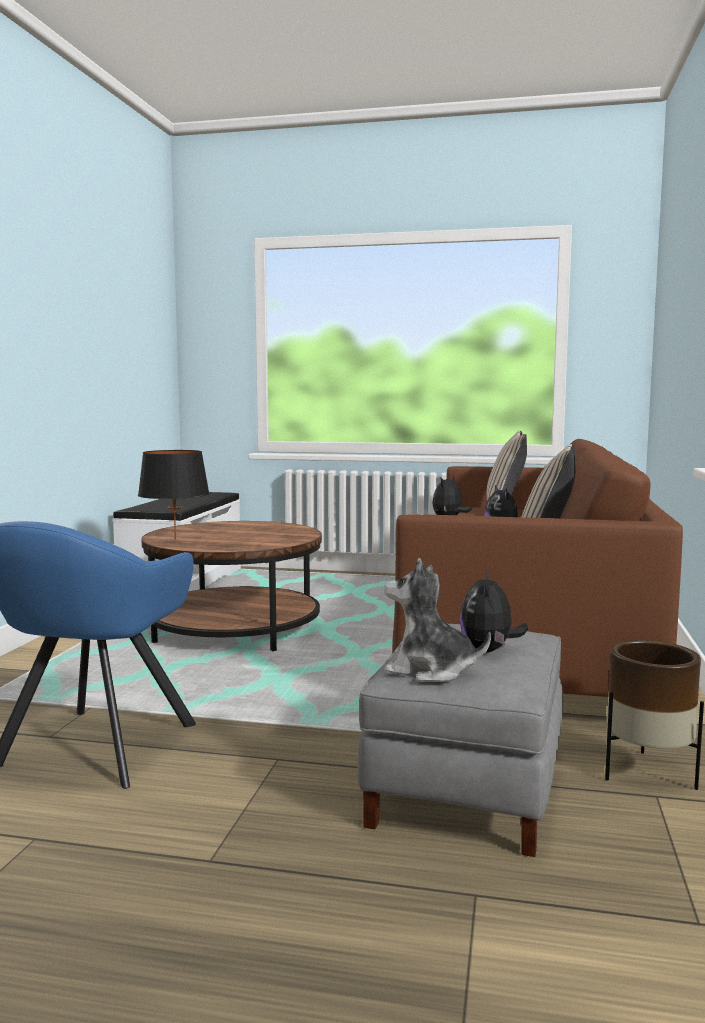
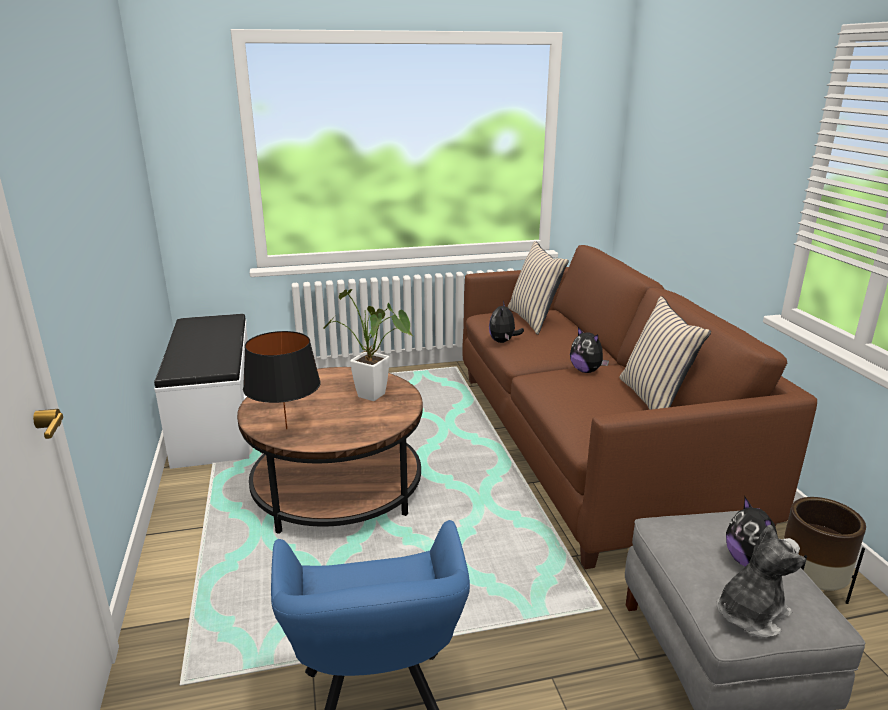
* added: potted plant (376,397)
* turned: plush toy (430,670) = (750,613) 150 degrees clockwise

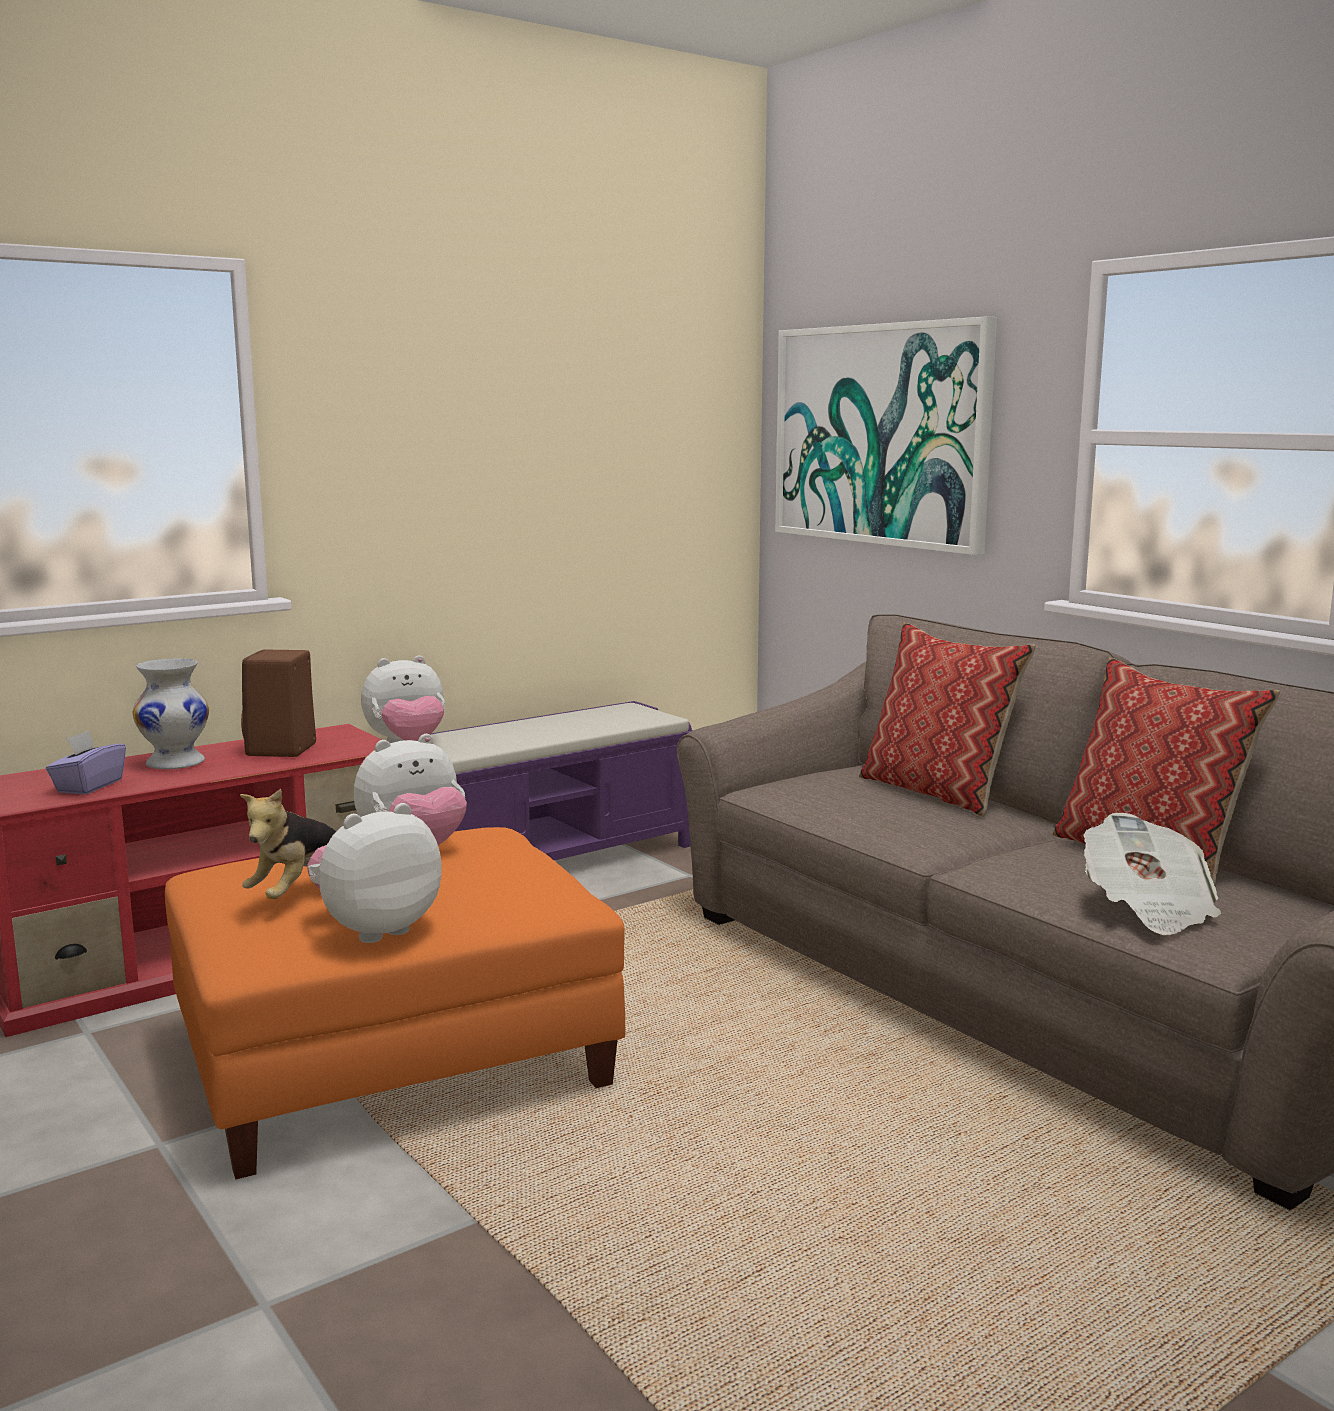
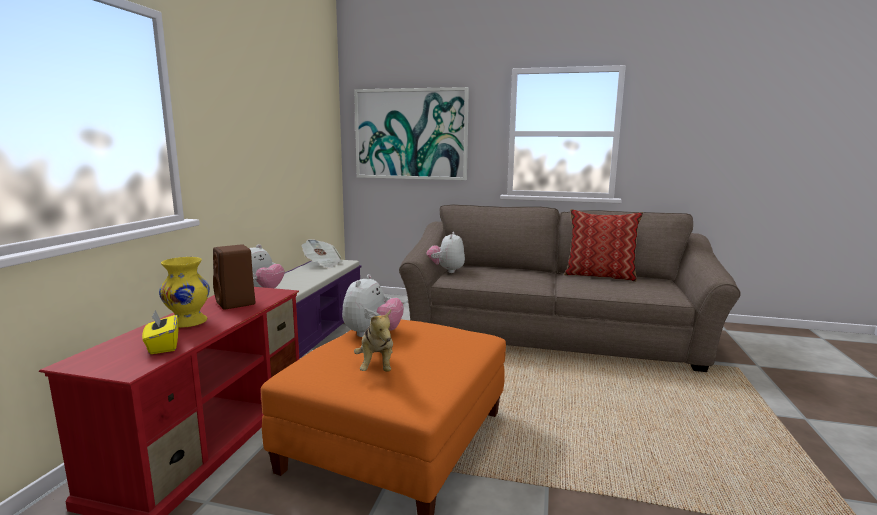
* removed: pillow (938,792)
* moved: plush toy (375,929) to (446,271)
* moved: newspaper (1147,908) to (322,264)
* recoloured: purple tissue box (89,786) to yellow tissue box (163,346)
* recoloured: white vase (174,763) to yellow vase (187,322)

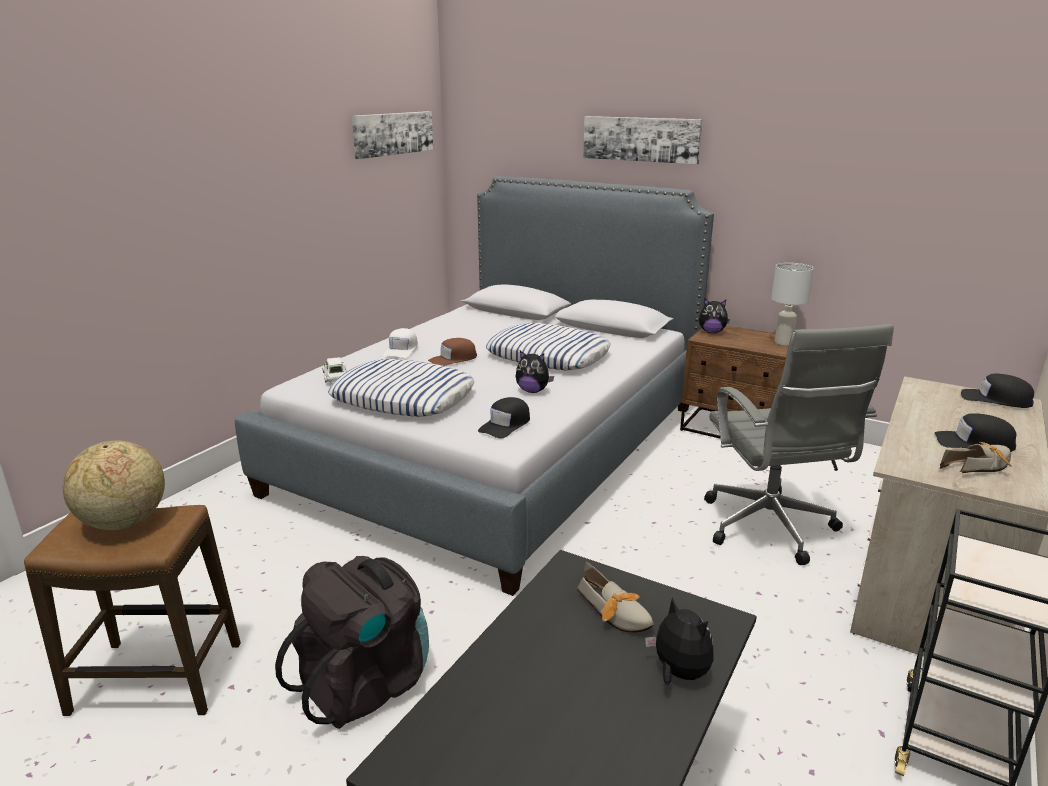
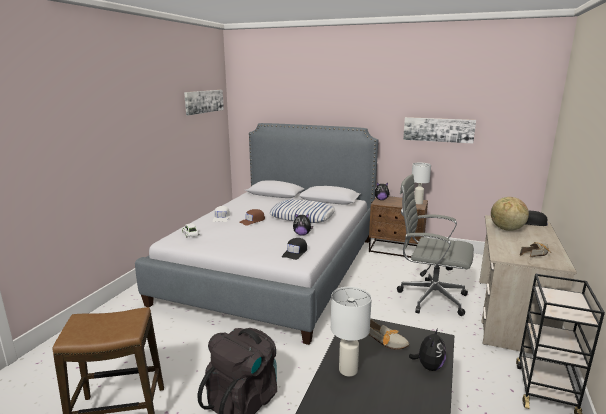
* removed: pillow (403,398)
* removed: black cap (973,443)
* added: white table lamp (348,370)
* moved: globe (123,522) to (506,229)
* moved: picture (641,139) to (438,129)
* turned: plush toy (678,673) = (428,366) 75 degrees clockwise
* turned: grey office chair (770,529) = (429,298) 135 degrees clockwise

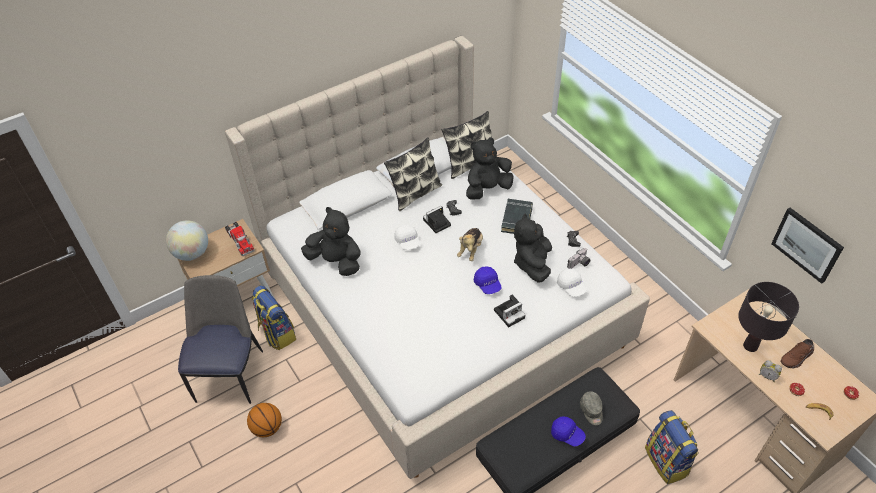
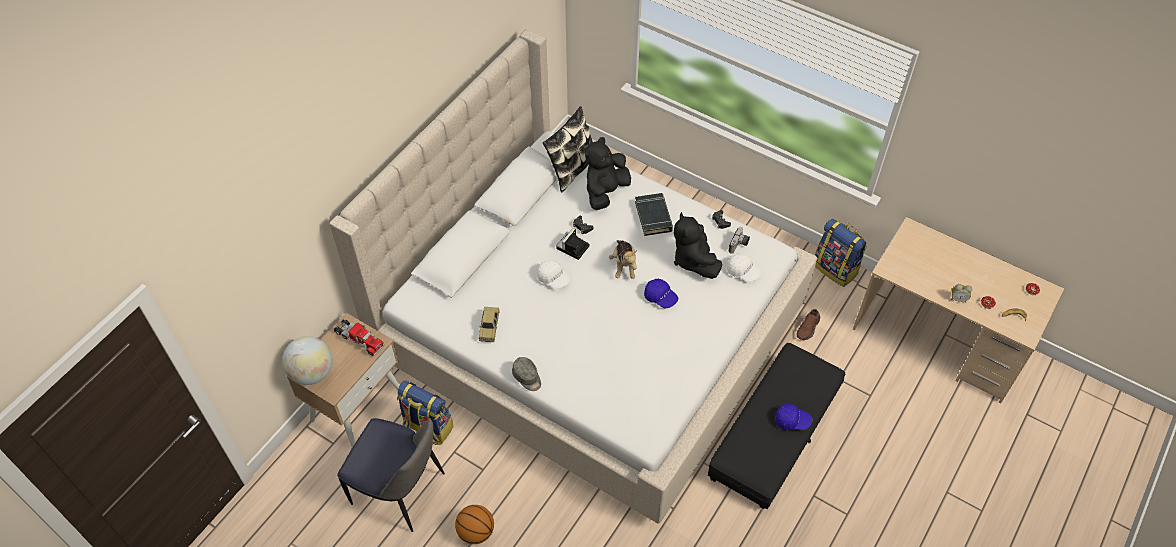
* removed: pillow (415,193)
* removed: photo camera (510,313)
* removed: black table lamp (750,346)
* removed: picture (807,244)
* moved: grey cap (591,411) to (527,377)
* moved: backpack (667,461) to (836,269)
* moved: brown shoe (796,358) to (808,328)
* replaced: black plush toy (336,261) to toy car (489,326)
* turned: chair (230,374) = (400,491) 135 degrees clockwise

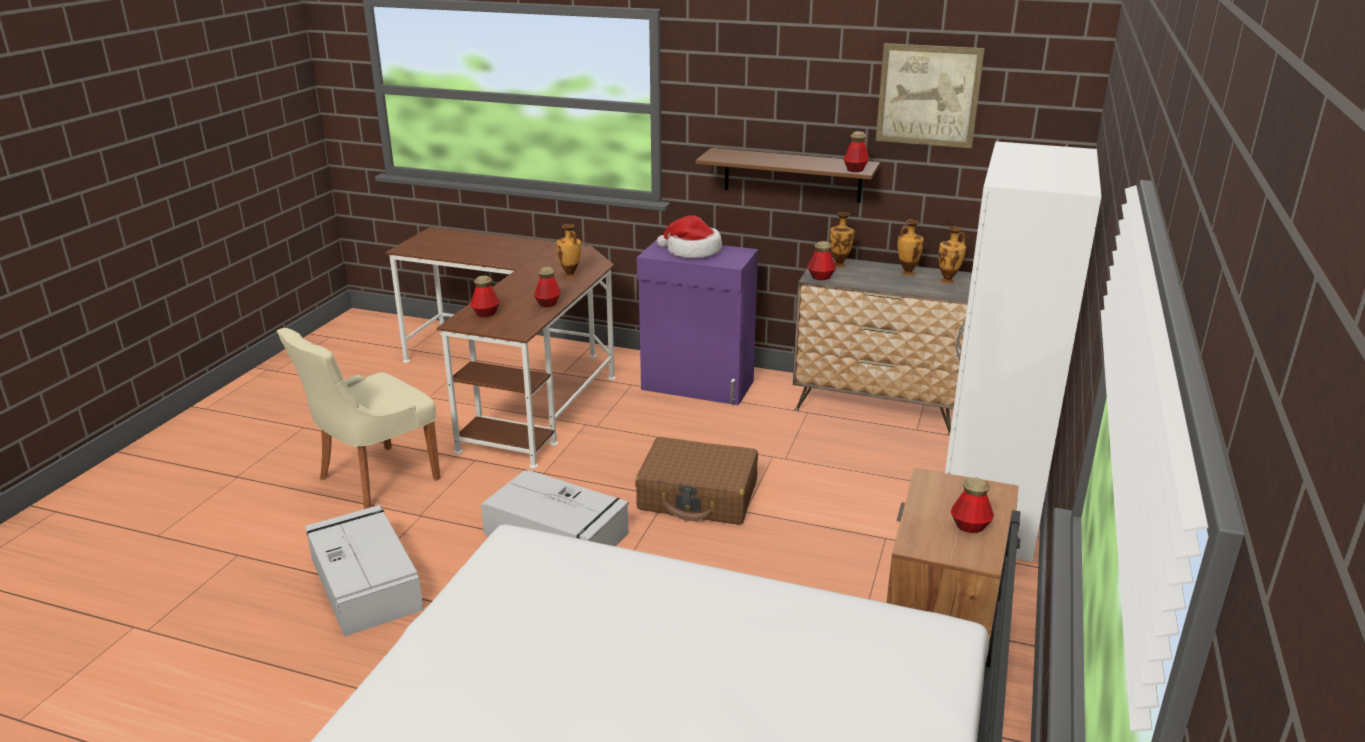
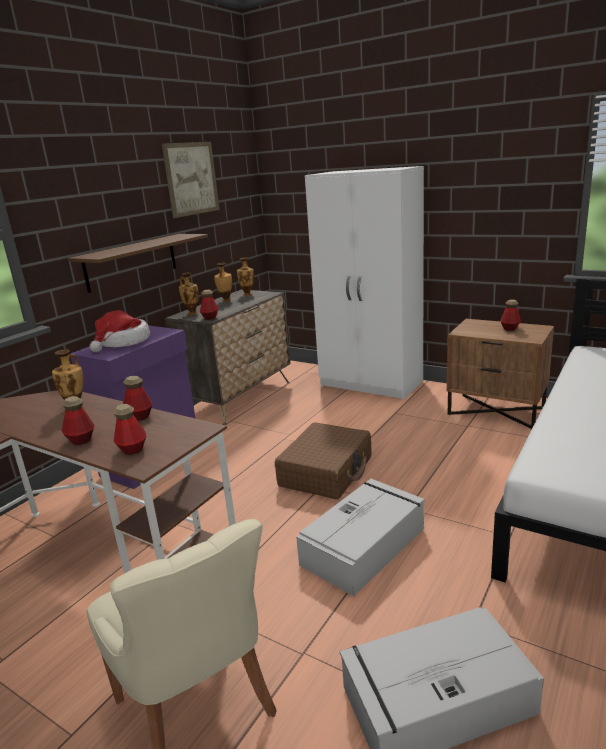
* moved: bottle (855,170) to (81,440)

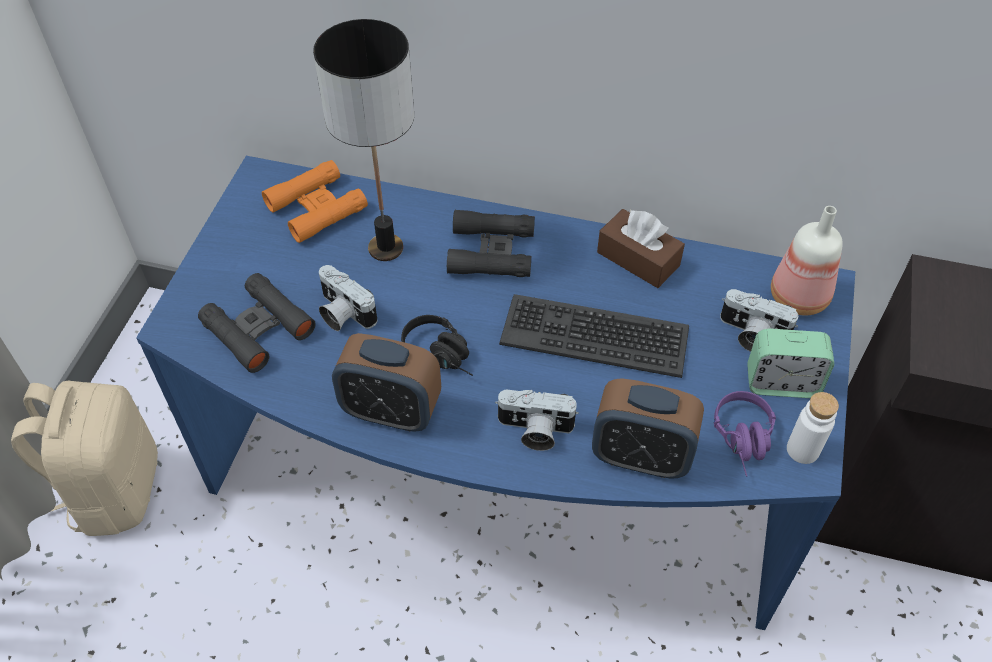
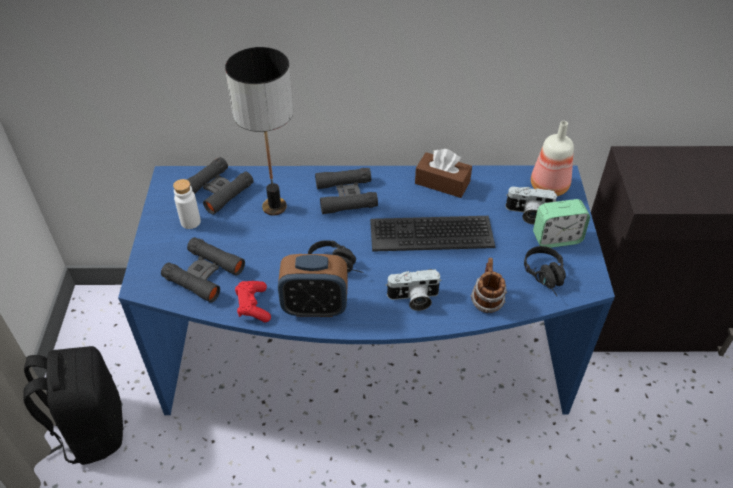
* removed: photo camera (342,313)
* added: red game controller (253,306)
* moved: white bottle (802,450) to (190,222)
* replaced: alarm clock (640,456) to mug (486,300)
* recoloured: beige backpack (113,489) to black backpack (91,429)
* recoloured: orange binoculars (316,208) to black binoculars (217,190)
* recoloured: purple headphones (745,442) to black headphones (547,278)

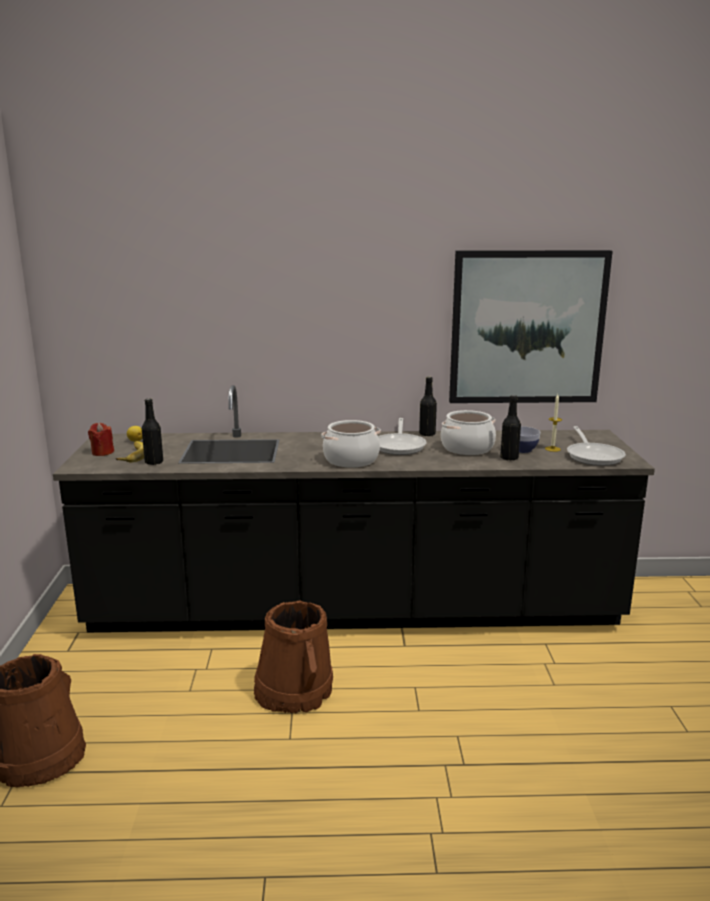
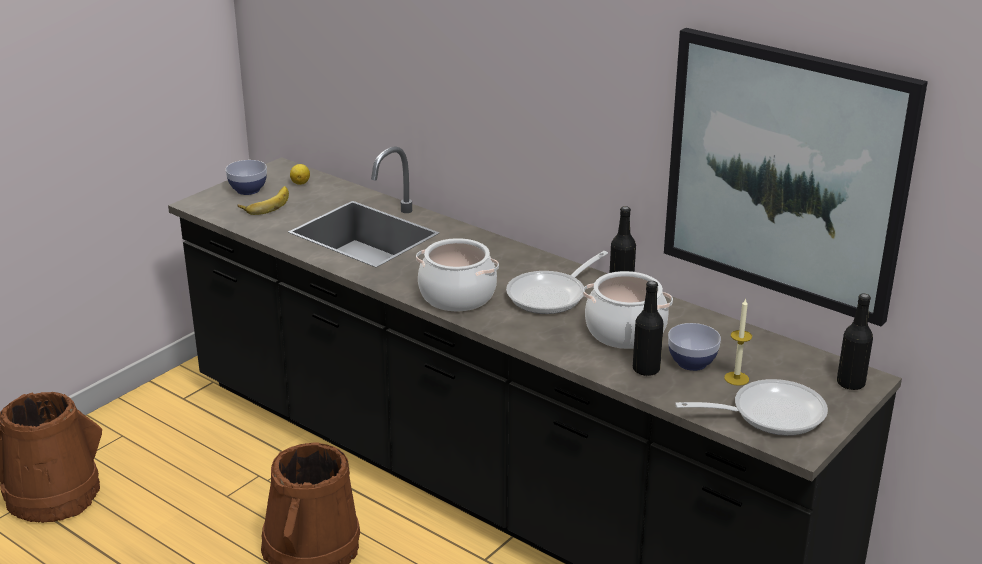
* moved: black bottle (154,462) to (850,383)
* replaced: red candle (102,452) to bowl (248,190)
* turned: frying pan (593,456) = (769,414) 135 degrees counterclockwise

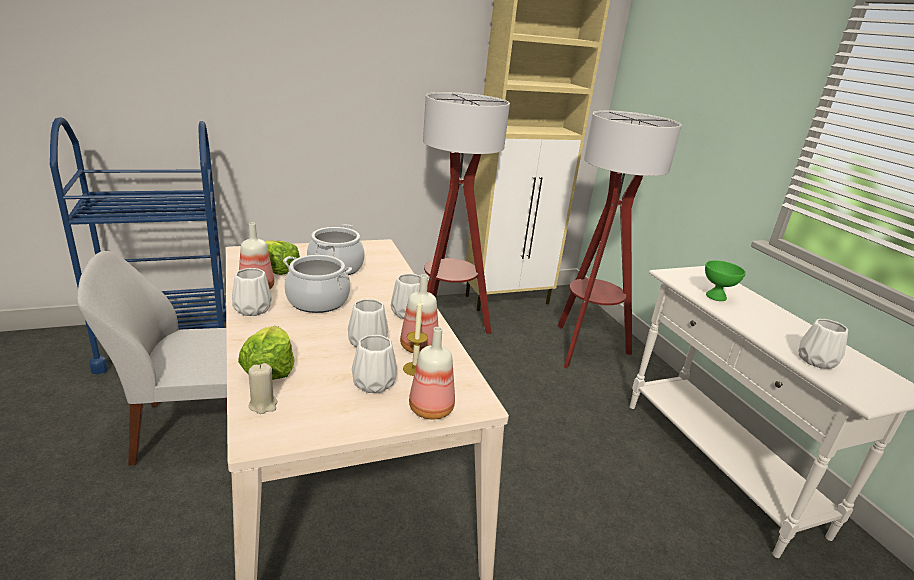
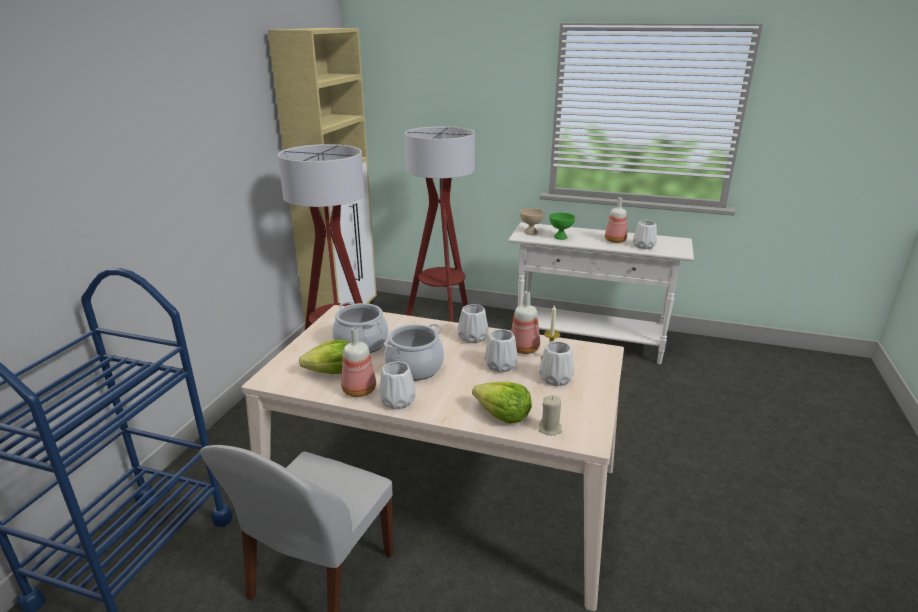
* added: beige bowl (530,232)
* moved: bottle (432,409) to (615,240)

